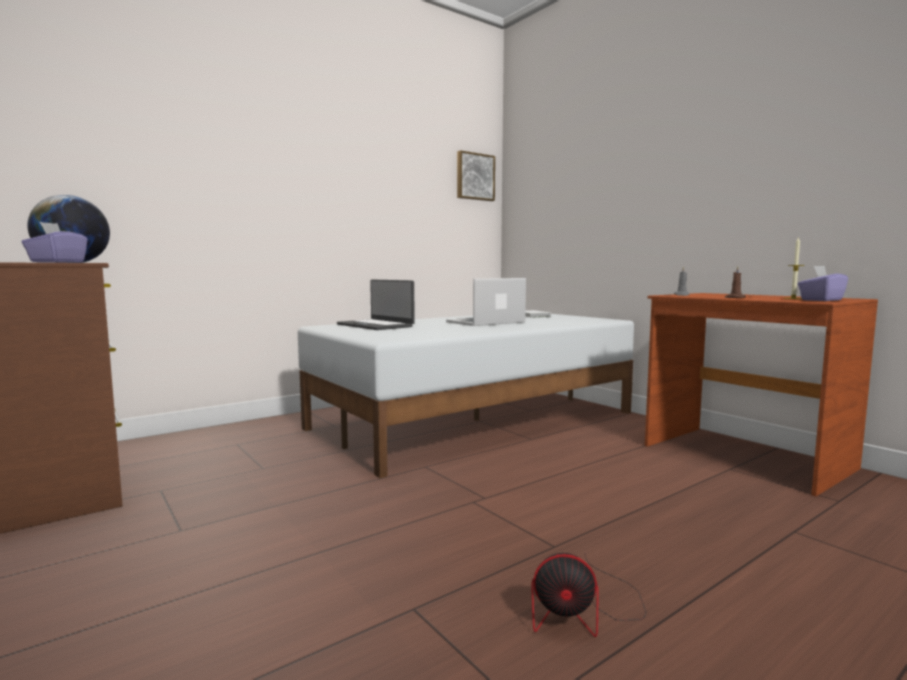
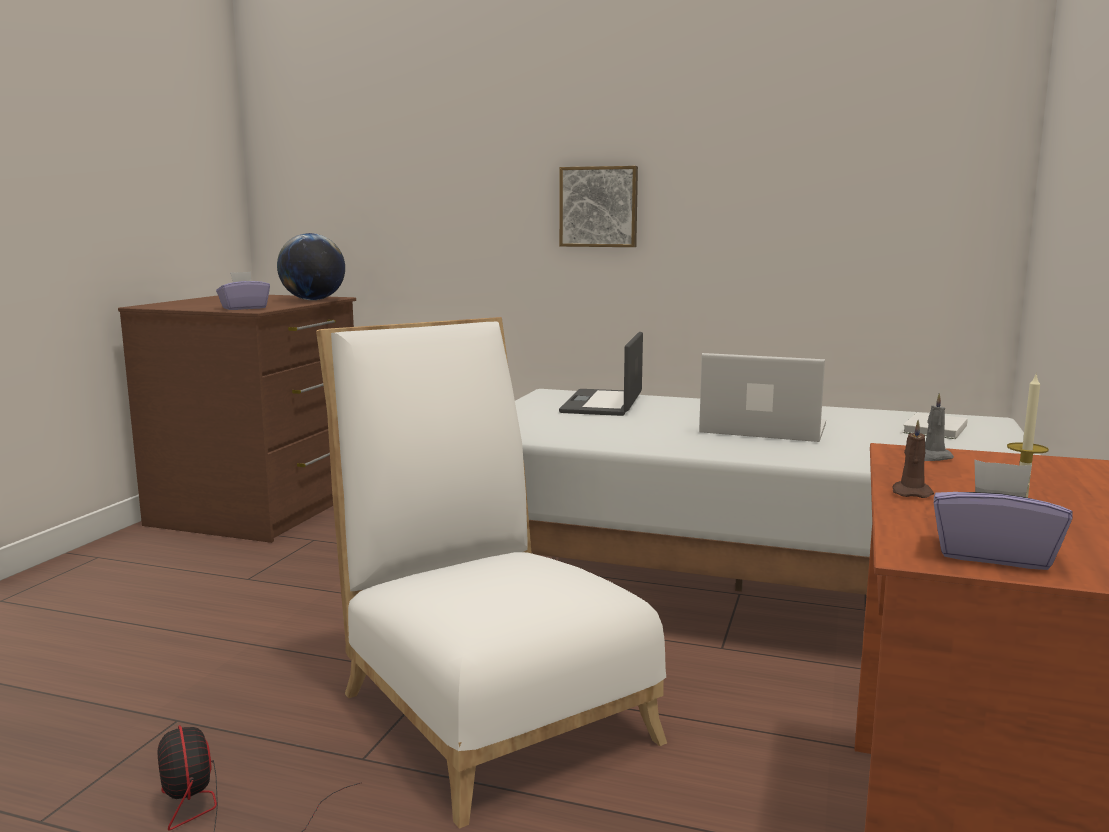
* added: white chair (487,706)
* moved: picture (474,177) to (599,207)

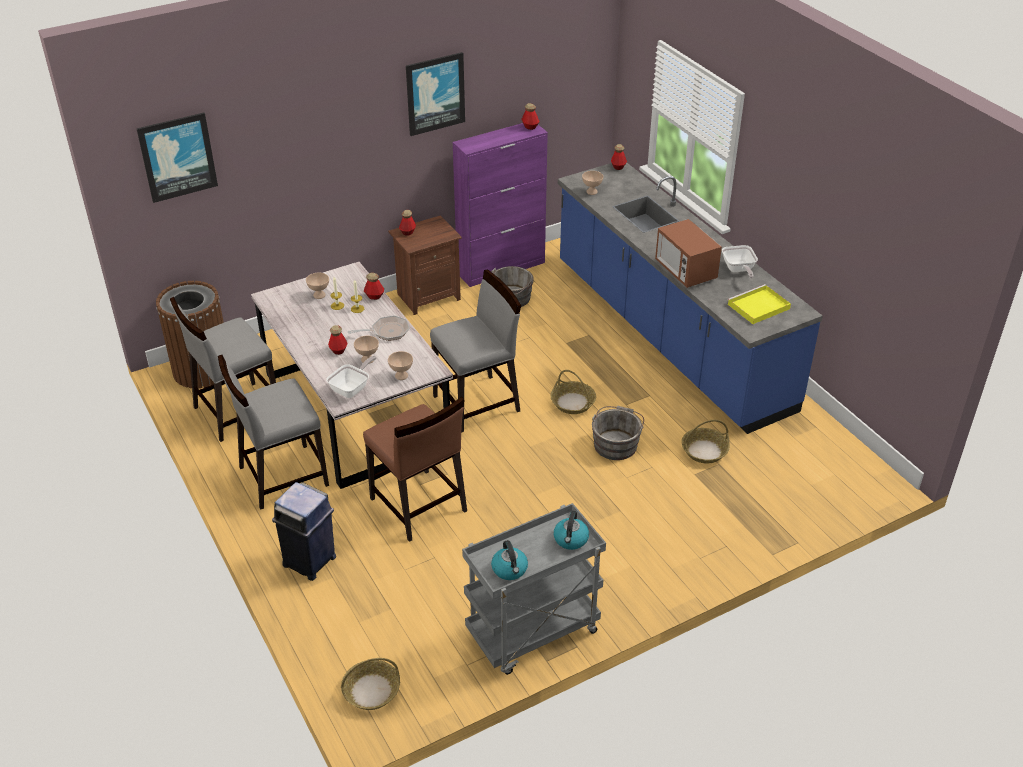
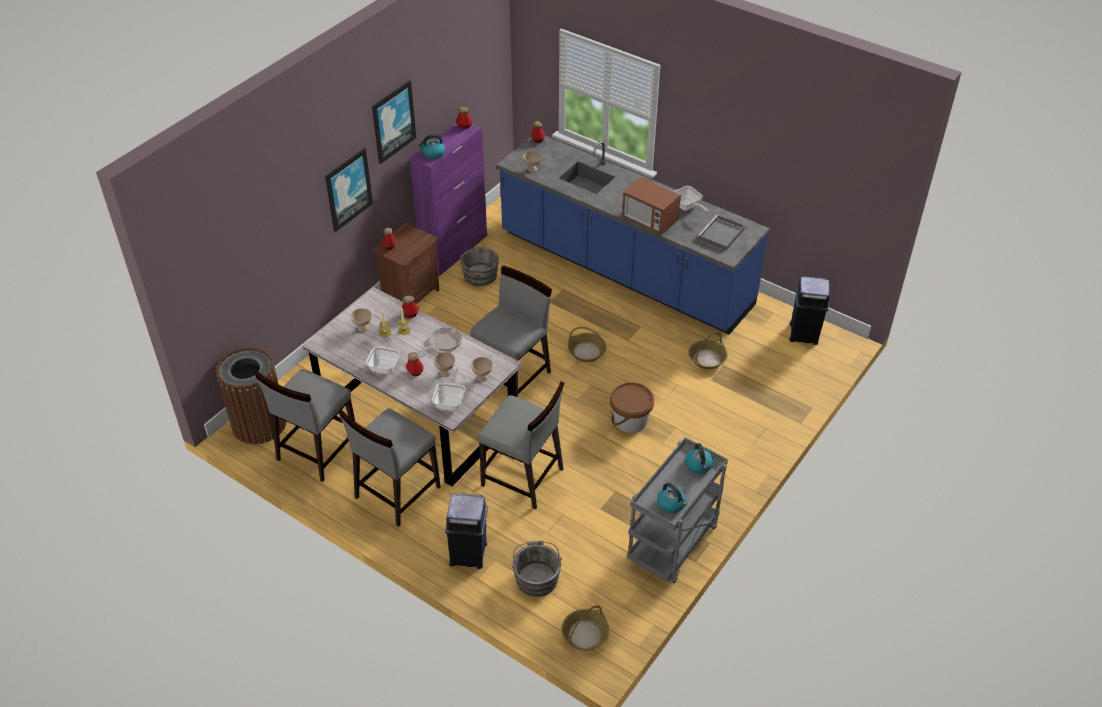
* added: frying pan (386,365)
* added: kettle (433,153)
* added: brown bucket (630,420)
* added: blue trash can (804,334)
* moved: picture (177,157) to (348,189)
* moved: grey bucket (616,443) to (536,577)
* recoloured: brown chair (418,506) to grey chair (523,478)
* recoloured: yellow tray (758,307) to grey tray (721,235)

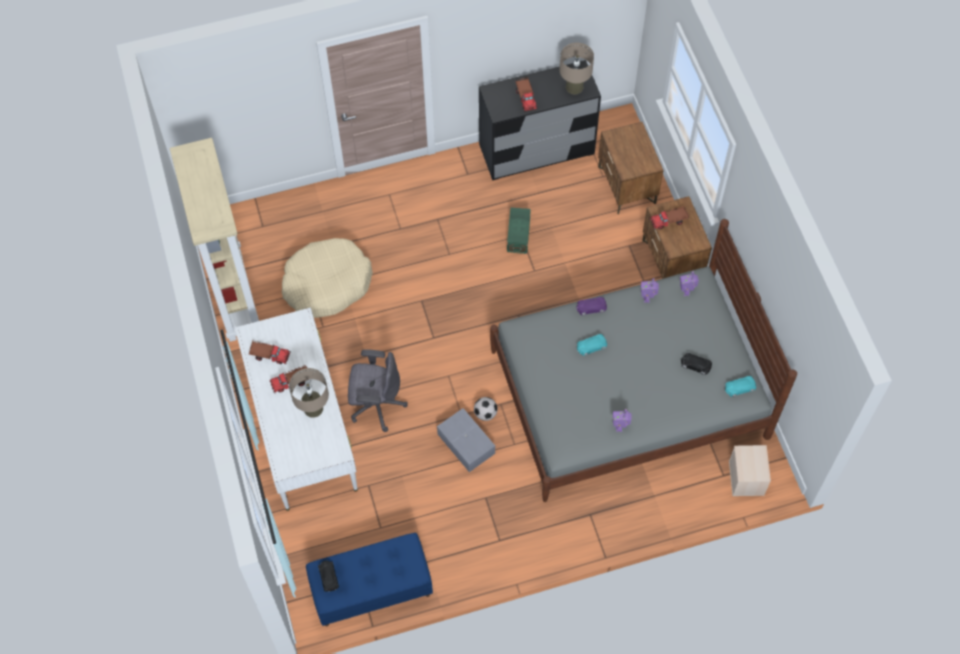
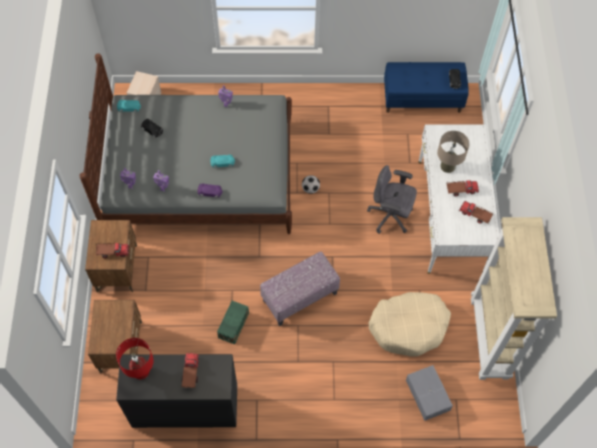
* added: ottoman (299,297)
* moved: grey storage box (465,444) to (428,394)
* recoloured: beige table lamp (574,87) to red table lamp (140,371)

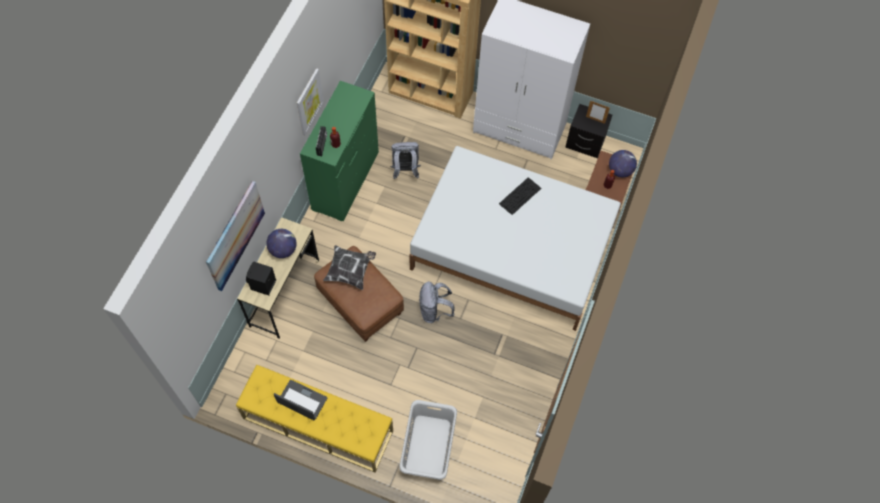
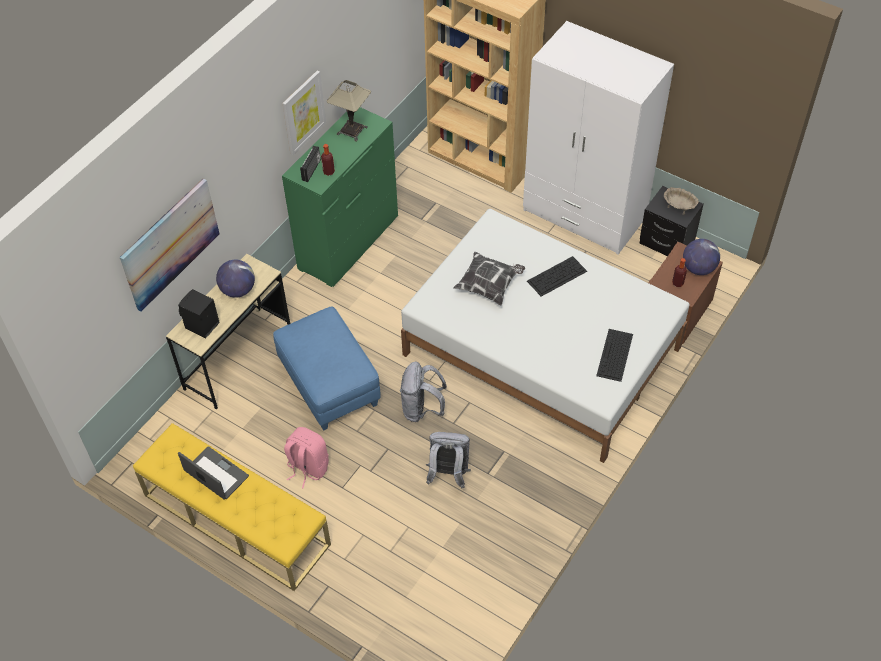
* removed: grey laundry basket (427,446)
* added: pink backpack (307,467)
* added: table lamp (352,130)
* added: keyboard (615,355)
* moved: pillow (350,271) to (489,285)
* moved: grey backpack (405,171) to (448,474)
* replaced: picture frame (595,120) to beige bowl (679,206)
* recoloured: brown ottoman (359,303) to blue ottoman (328,384)

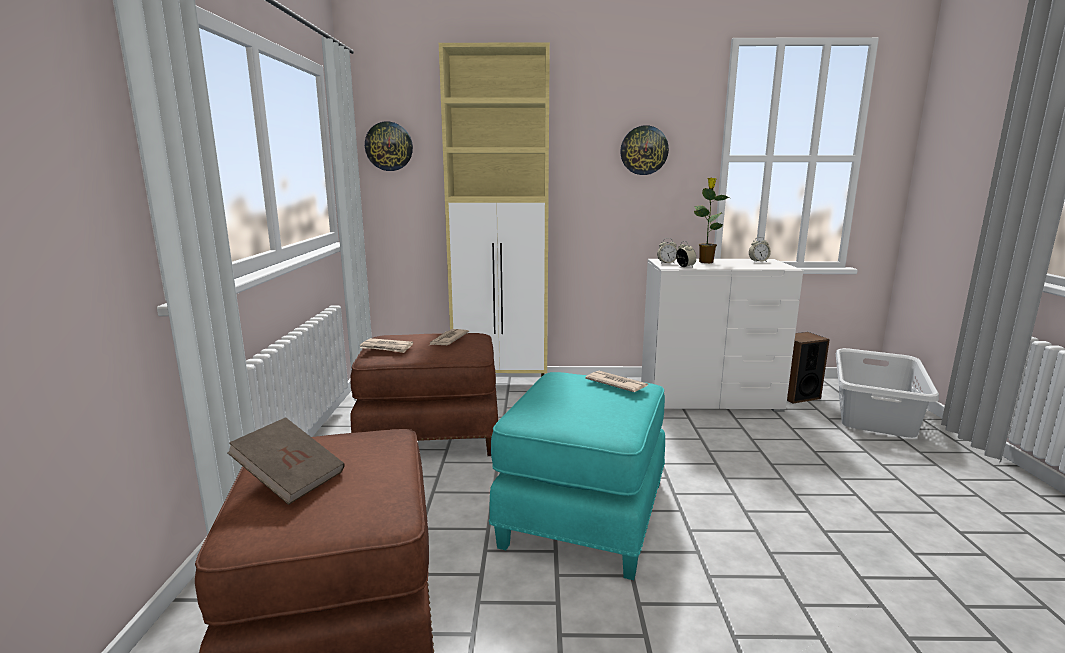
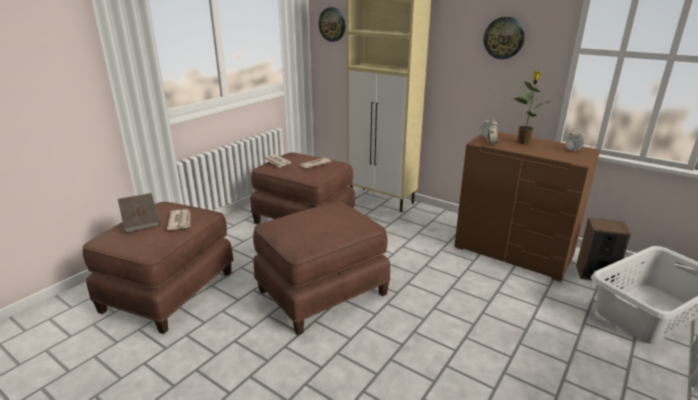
* moved: newspaper (616,384) to (180,221)
* recoloured: turquoise ottoman (582,512) to brown ottoman (321,291)
* recoloured: white dresser (708,398) to brown dresser (513,252)

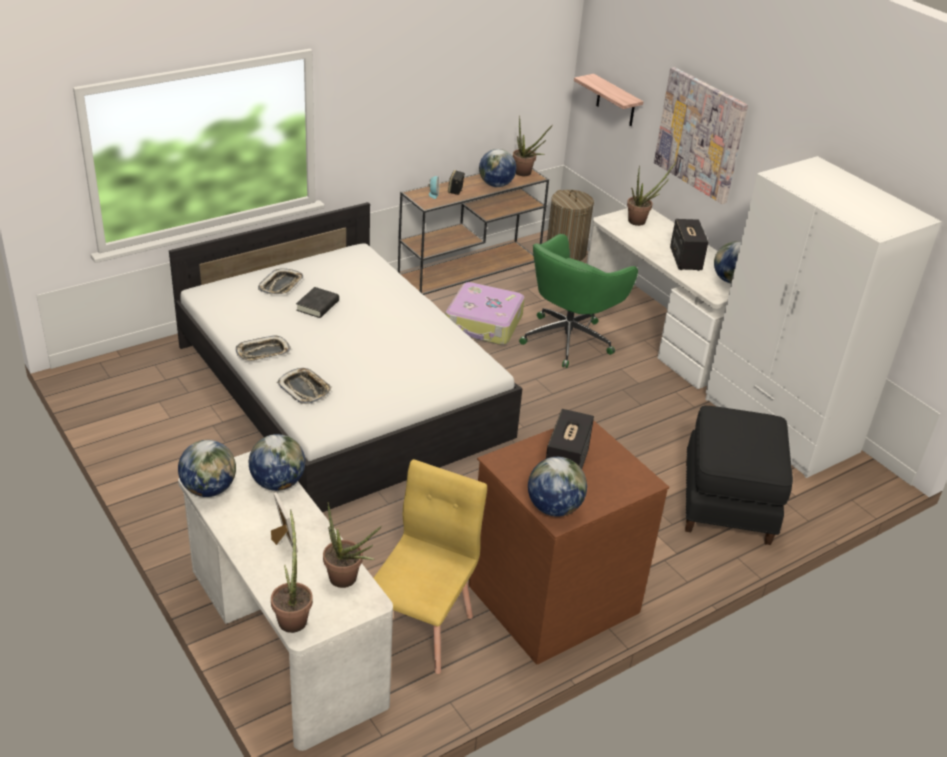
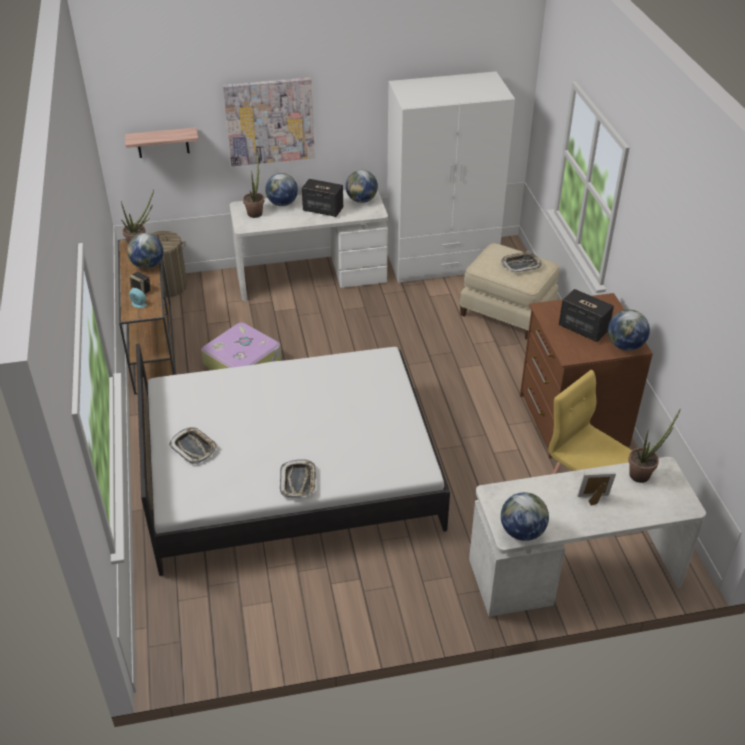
* removed: potted plant (293,616)
* removed: black book (317,306)
* removed: green office chair (569,339)
* moved: globe (278,483) to (282,203)
* moved: tray (305,389) to (521,264)
* recoloured: black ottoman (729,502) to beige ottoman (507,311)

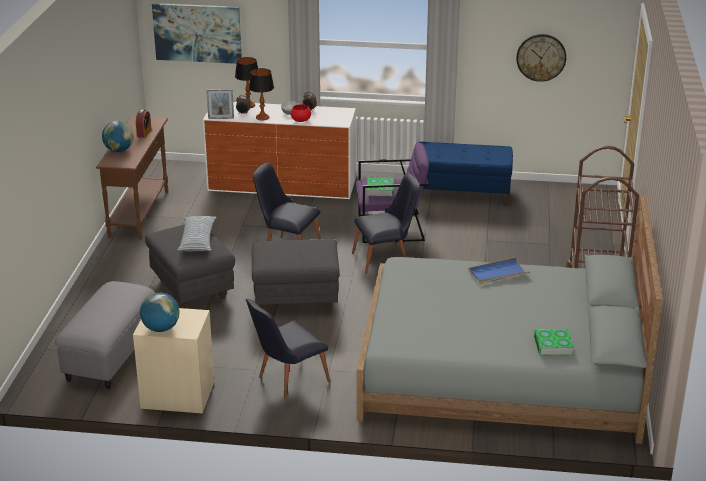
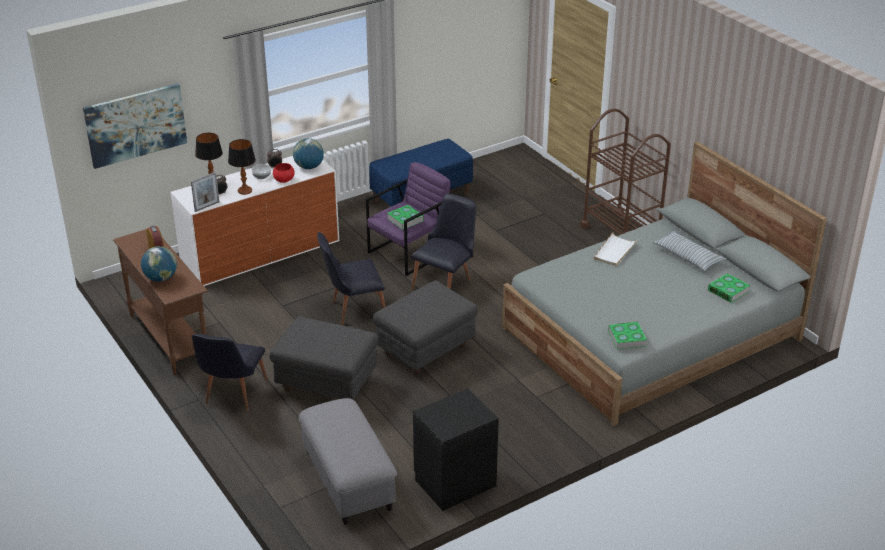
* removed: wall clock (541,57)
* added: book (627,338)
* moved: globe (161,328) to (309,167)
* moved: pillow (197,240) to (687,257)
* moved: black chair (287,381) to (232,395)
* recoloured: beige nightstand (178,395) to black nightstand (454,482)
* recoloured: blue tray (498,273) to white tray (614,251)

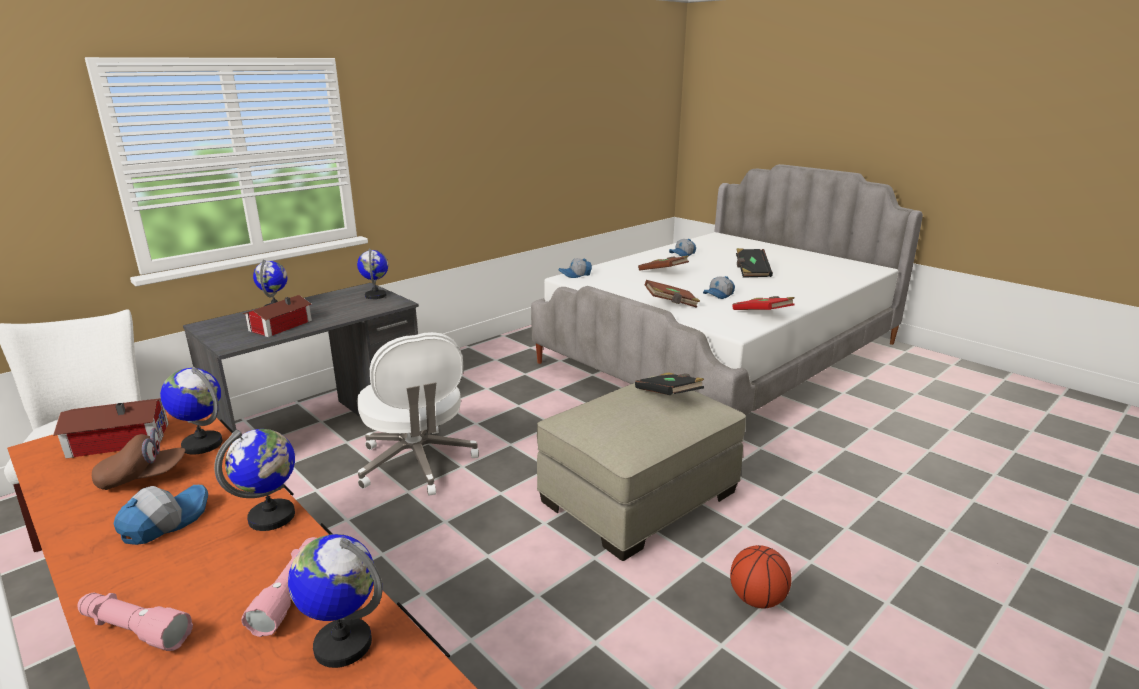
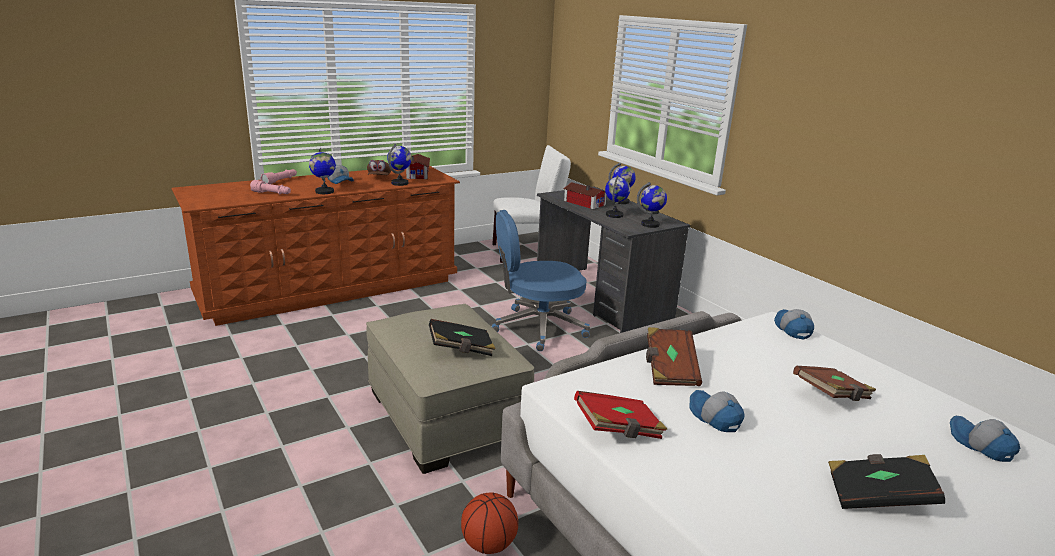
* moved: globe (343,644) to (614,215)
* moved: basketball (757,599) to (488,545)
* recoloured: white office chair (417,464) to blue office chair (538,328)

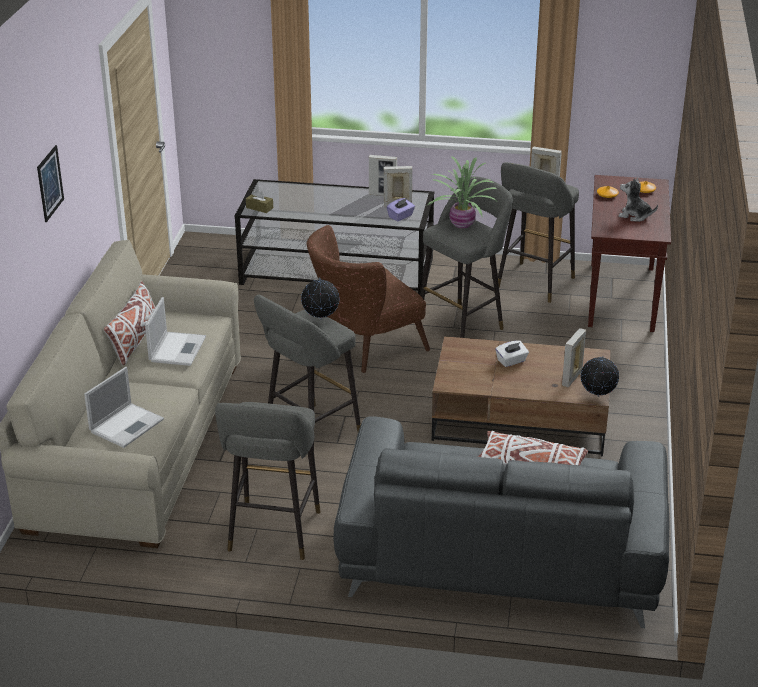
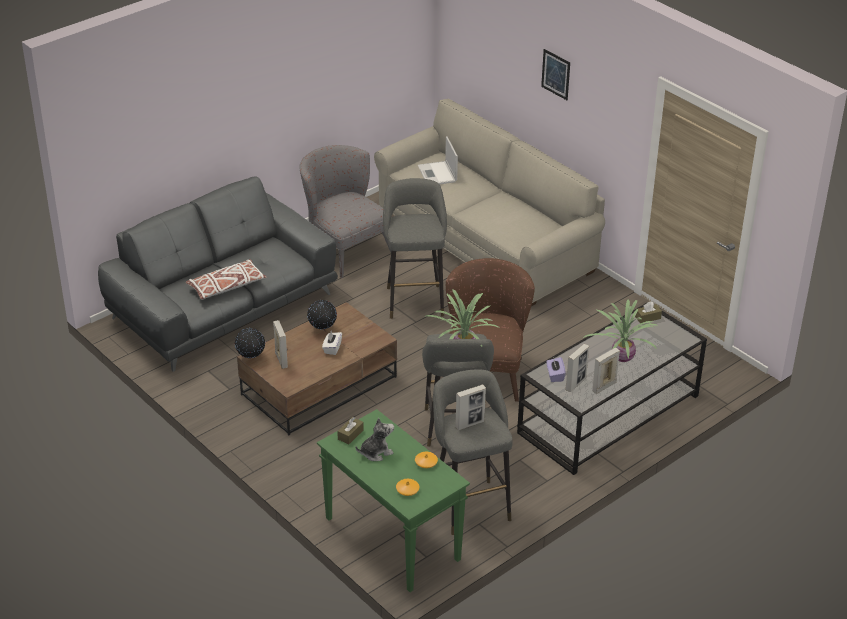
* removed: white pillow (134,341)
* removed: laptop (177,348)
* added: brown tissue box (350,434)
* added: potted plant (621,357)
* moved: globe (320,319) to (322,329)
* replaced: grey stool (272,535) to grey armchair (343,247)
* recoloured: brown console table (622,298) to green console table (391,539)

